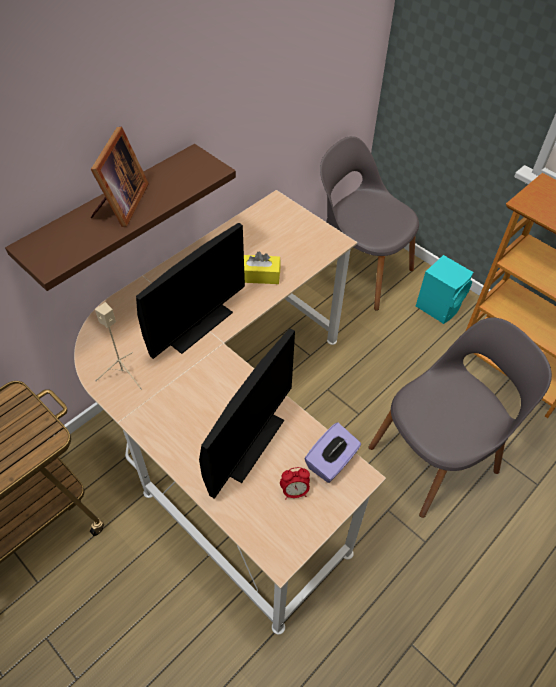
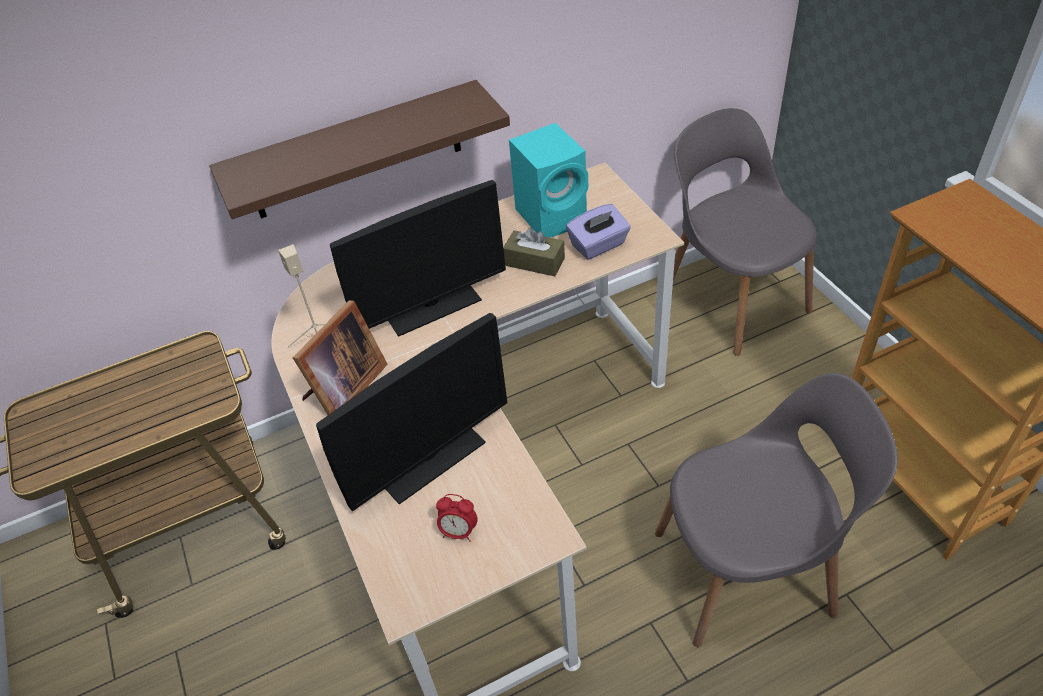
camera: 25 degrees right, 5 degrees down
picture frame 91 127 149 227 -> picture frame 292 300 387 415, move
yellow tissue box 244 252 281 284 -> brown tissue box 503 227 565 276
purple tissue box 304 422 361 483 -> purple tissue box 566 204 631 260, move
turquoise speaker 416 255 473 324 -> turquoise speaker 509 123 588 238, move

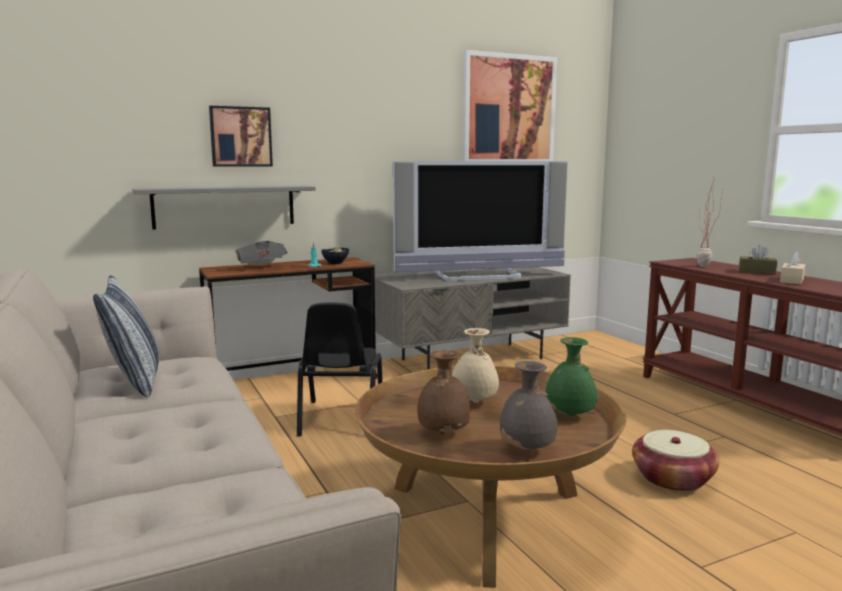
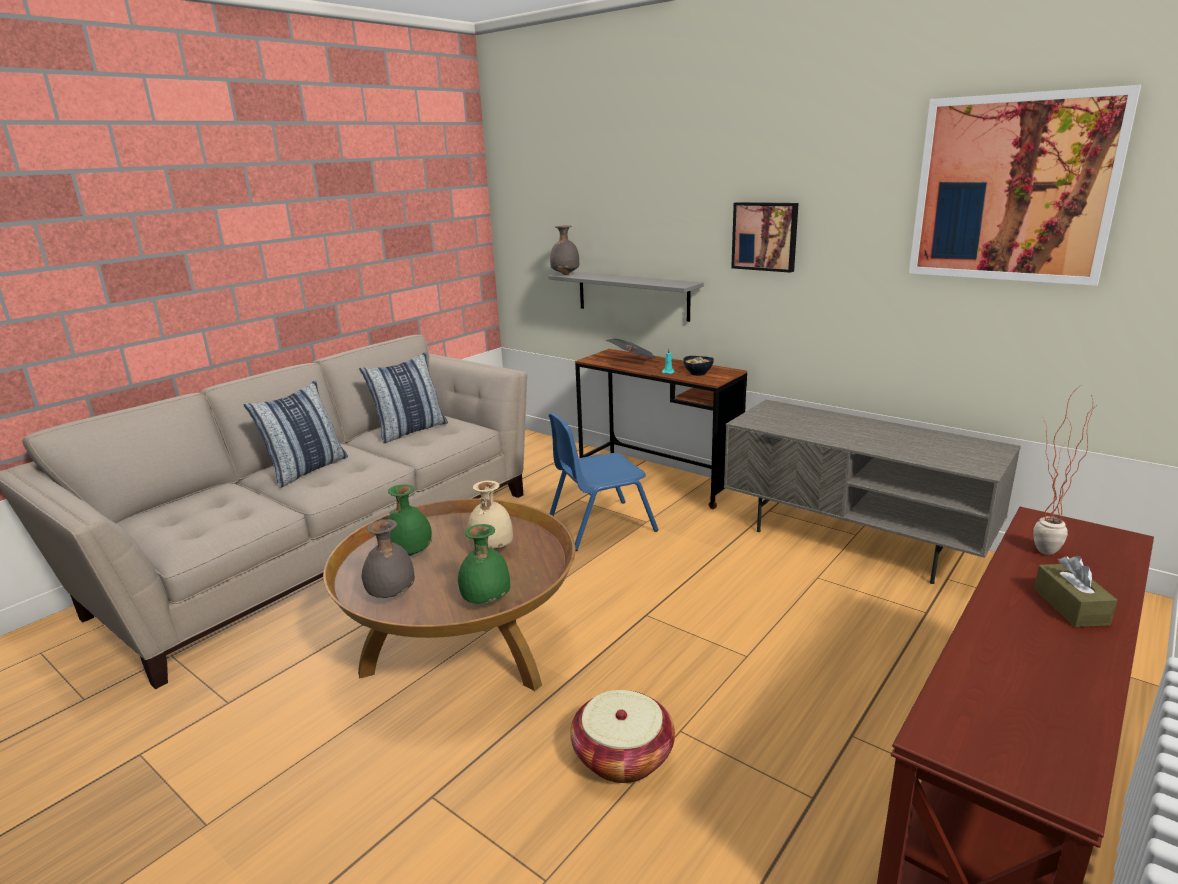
camera: 65 degrees right, 10 degrees up
picture 209 106 273 167 -> picture 731 202 799 273, move
black chair 297 303 383 436 -> blue chair 549 413 658 551
television 393 161 568 281 -> none
brown vase 417 350 470 435 -> green vase 388 484 432 556
beige tissue box 780 252 805 284 -> none
none -> pillow 243 380 348 488
none -> grey vase 550 225 579 275

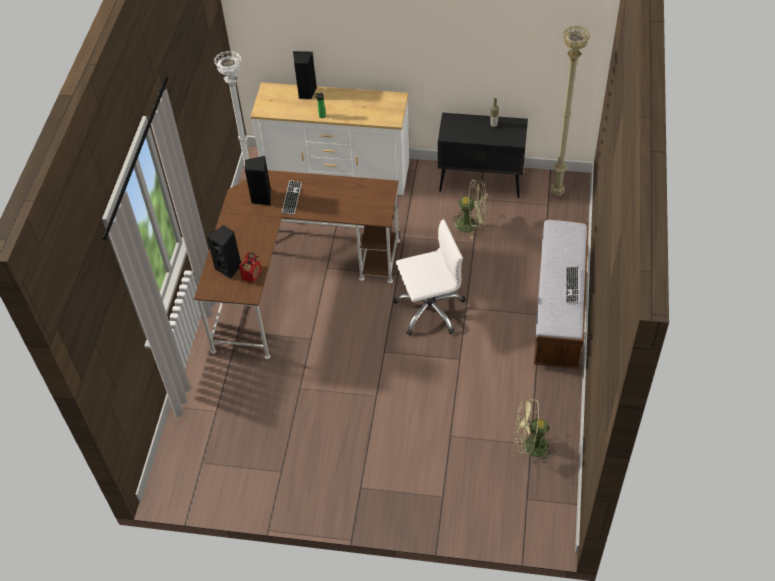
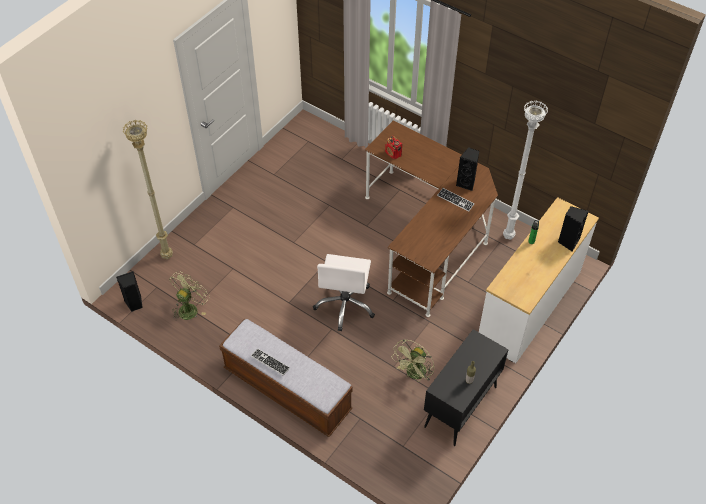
camera: 115 degrees right, 0 degrees up
black speaker 207 225 241 279 -> black speaker 116 271 143 312, move
beige floor lamp 551 25 590 196 -> beige floor lamp 123 120 173 259, move

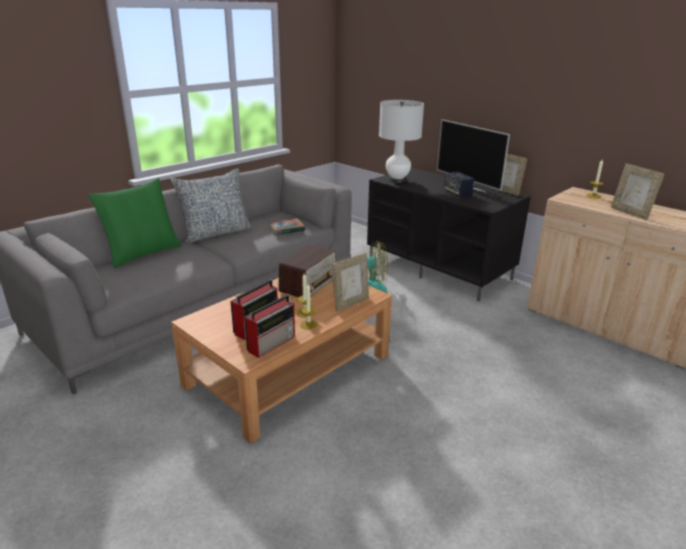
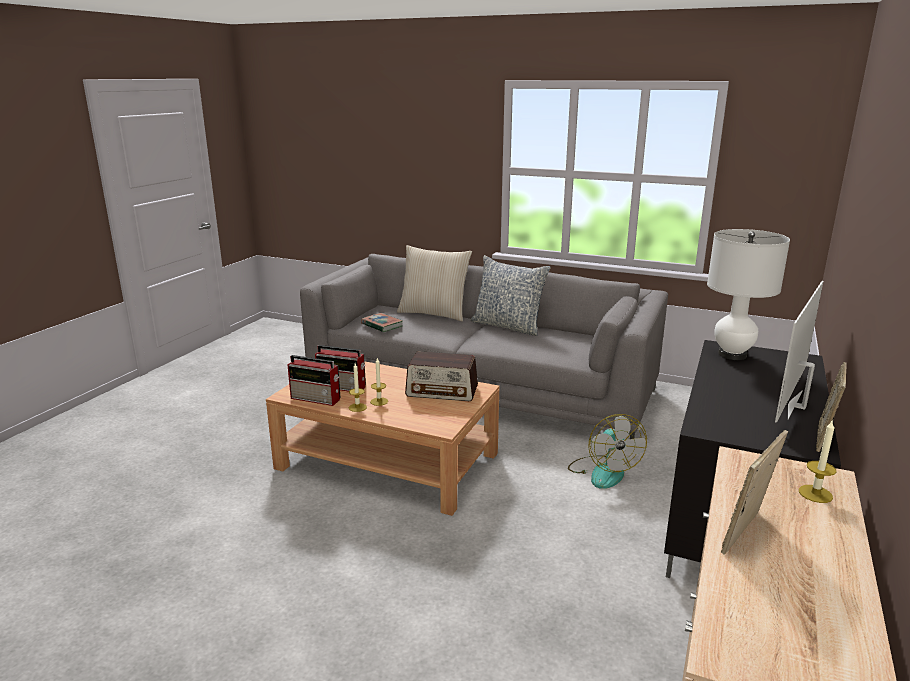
camera: 70 degrees right, 5 degrees down
green pillow 89 178 182 268 -> beige pillow 397 245 472 321
book 268 218 305 235 -> book 361 313 403 332, move
picture frame 332 253 369 312 -> none
speaker 444 172 474 197 -> none

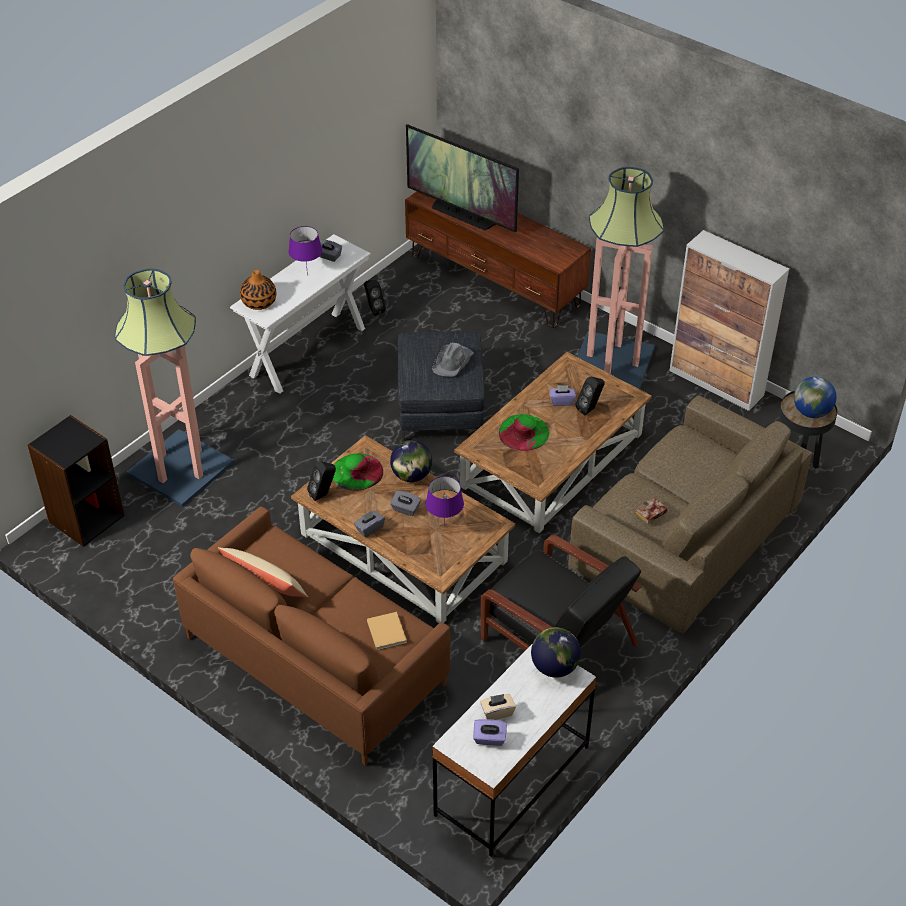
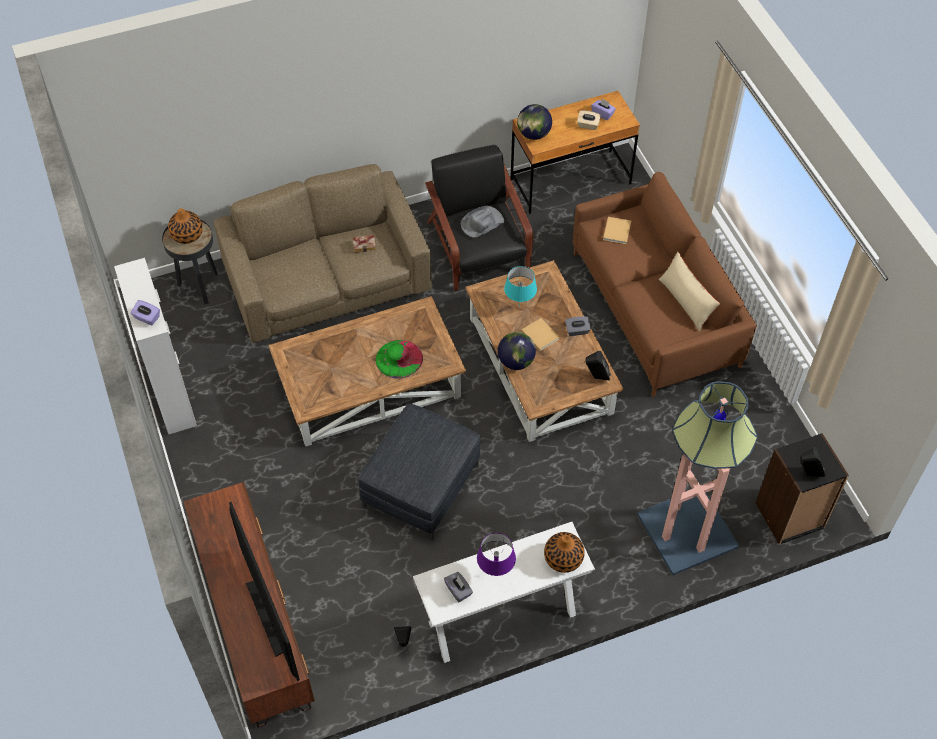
camera: 150 degrees left, 10 degrees up
green hat 333 453 383 491 -> none
grey tissue box 390 491 421 516 -> beige book 522 318 560 351
purple table lamp 426 476 464 518 -> turquoise table lamp 504 266 537 307
grey hat 432 343 474 377 -> grey hat 461 206 504 238, move
white desk 432 643 596 857 -> brown desk 510 91 640 214
purple tissue box 549 385 576 406 -> purple tissue box 130 300 160 325, move
black speaker 575 376 605 416 -> black speaker 800 447 825 477, move
floor lamp 577 167 664 389 -> none
globe 794 376 837 418 -> vase 168 208 203 244

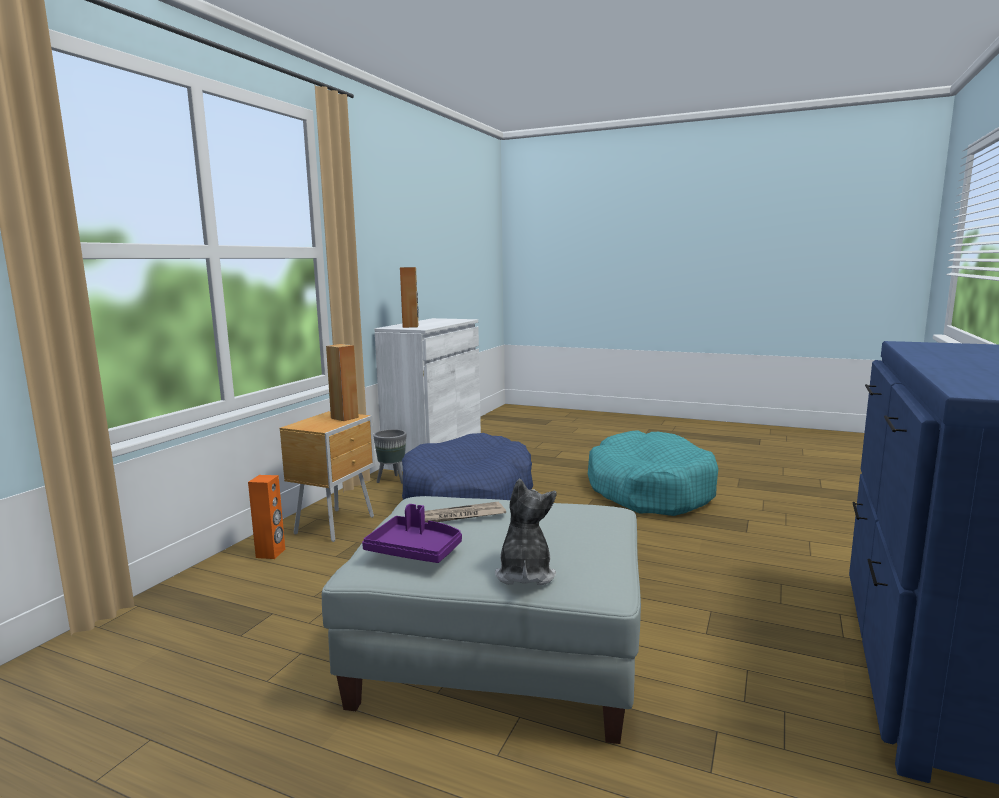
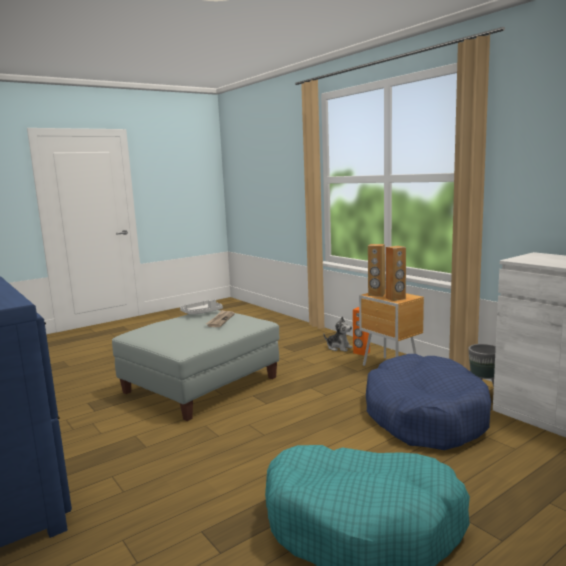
camera: 120 degrees right, 0 degrees up
purple tray 362 504 462 563 -> grey tray 180 299 223 315
brown speaker 400 267 419 328 -> brown speaker 368 244 385 297, move
plush toy 495 479 557 585 -> plush toy 324 317 352 352, move

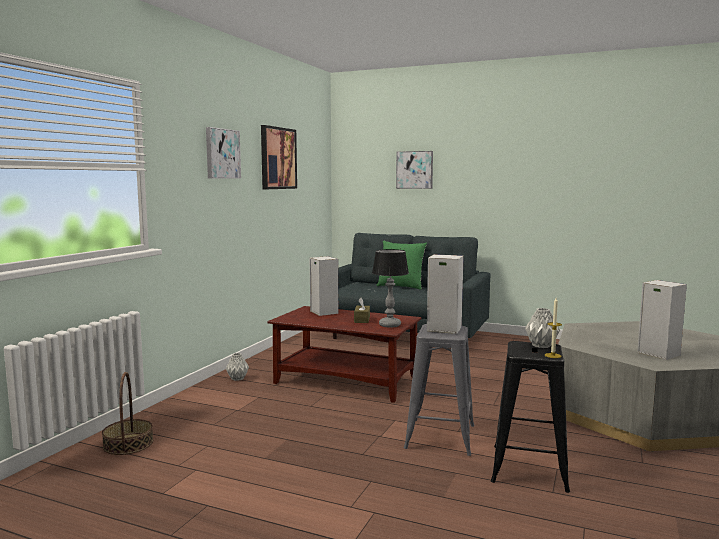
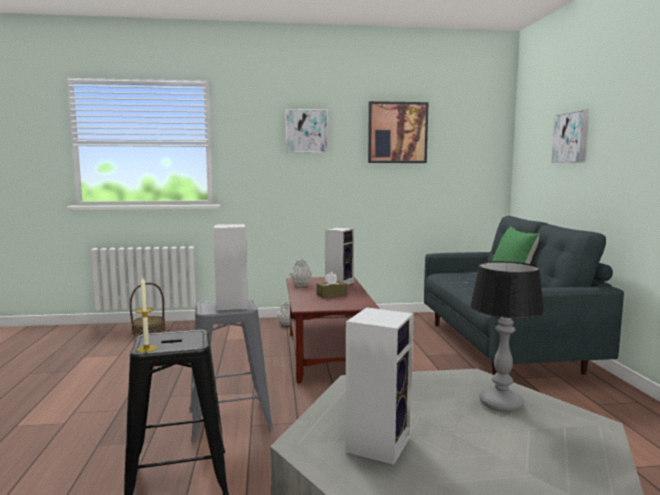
camera: 60 degrees right, 0 degrees up
table lamp 372 249 409 328 -> table lamp 470 261 544 412, move
grey vase 525 308 560 348 -> grey vase 290 260 312 286, move

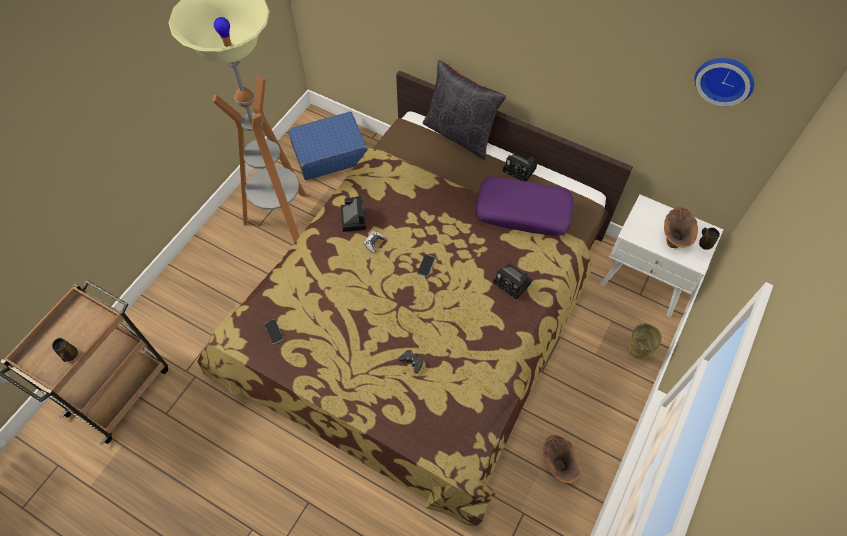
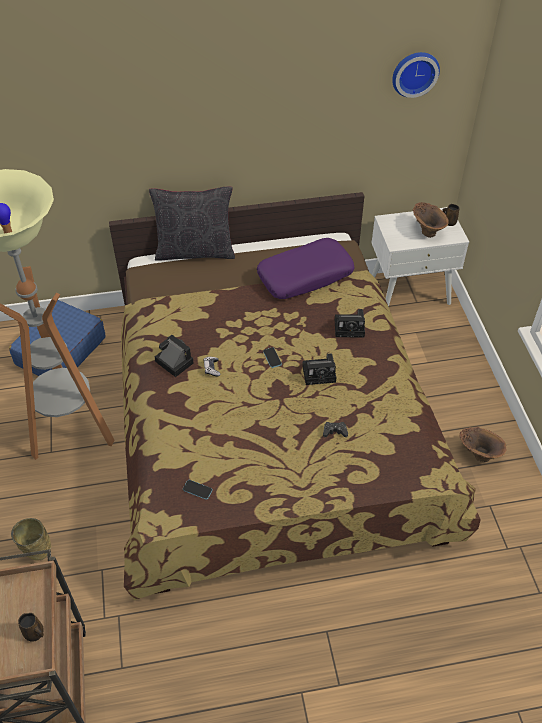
camera: 40 degrees left, 10 degrees down
photo camera 503 153 537 182 -> photo camera 302 353 336 385, move
beige vase 629 323 662 359 -> beige vase 11 518 51 560, move

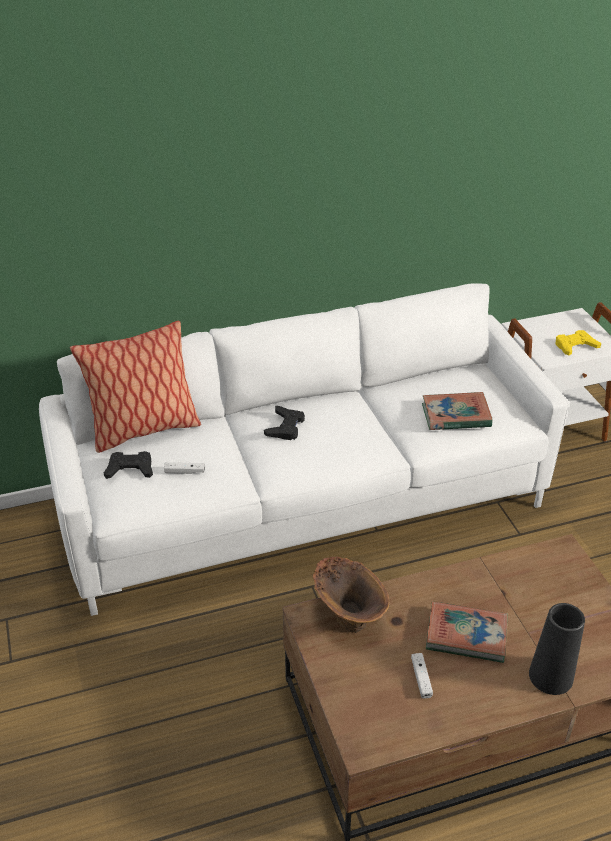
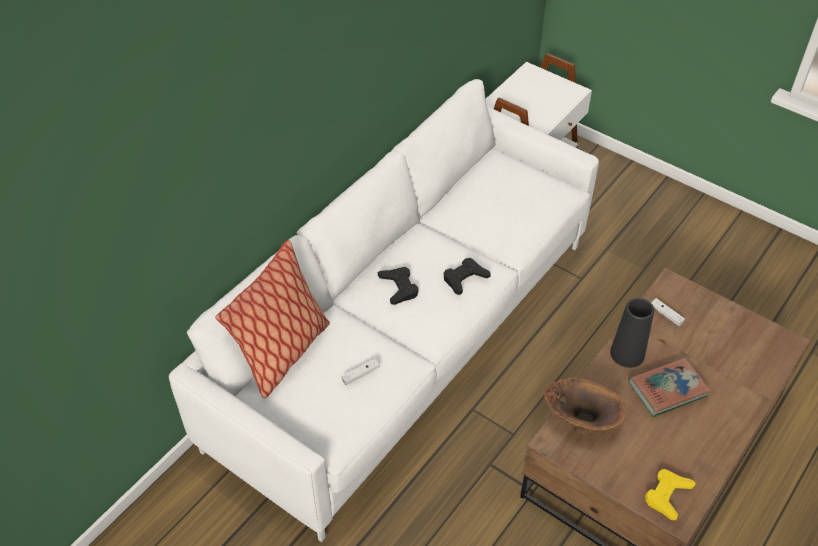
camera: 35 degrees left, 10 degrees up
black game controller 104 451 153 479 -> black game controller 444 258 491 295, move
white game controller 411 653 433 699 -> white game controller 651 298 685 326, move
book 422 392 492 430 -> none
black vase 529 603 585 695 -> black vase 610 298 654 368, move
yellow game controller 556 330 601 355 -> yellow game controller 645 469 696 520, move

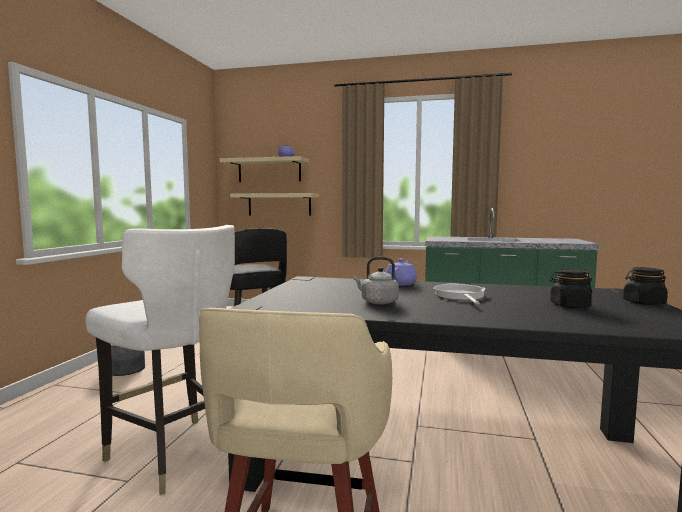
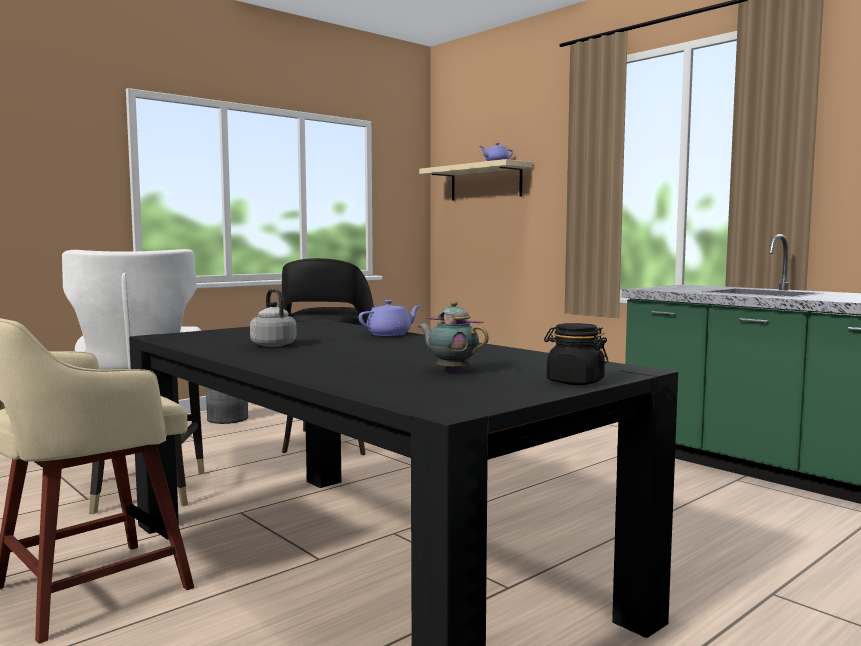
camera: 35 degrees right, 0 degrees up
beige shelf 230 193 319 216 -> none
frying pan 433 284 486 304 -> none
black jar 550 269 592 308 -> teapot 418 301 489 372

